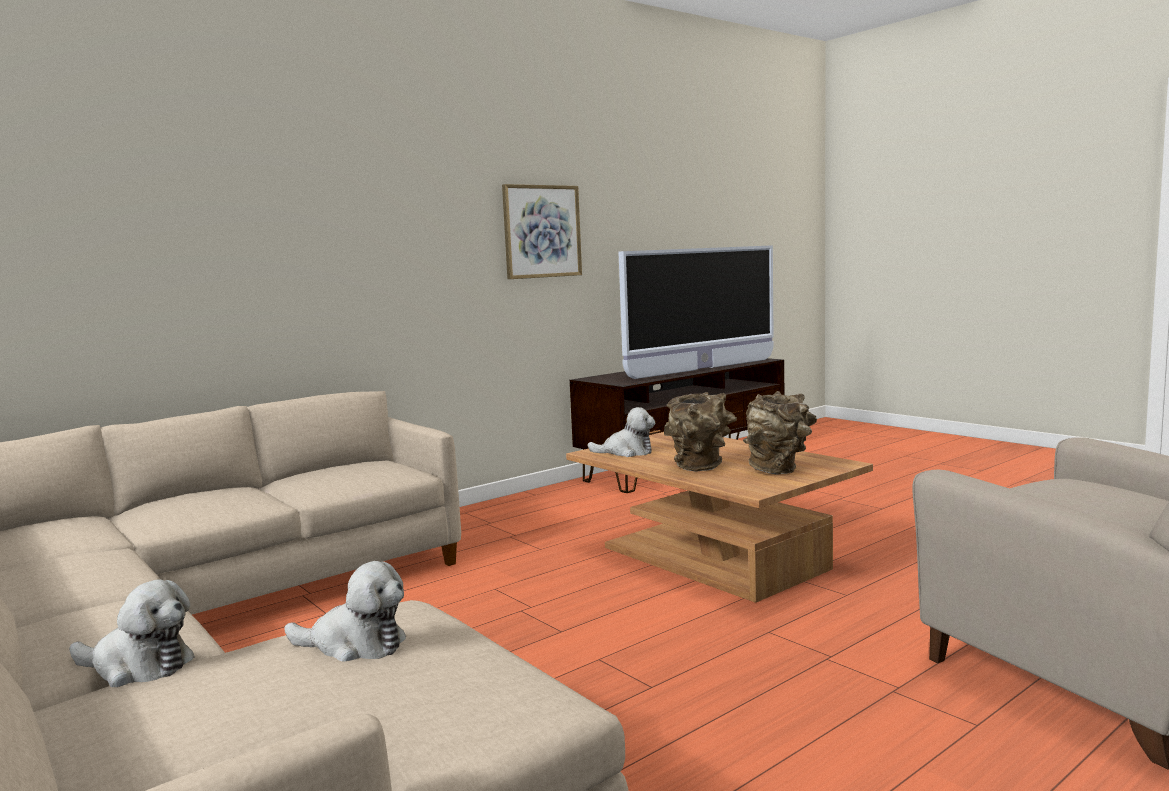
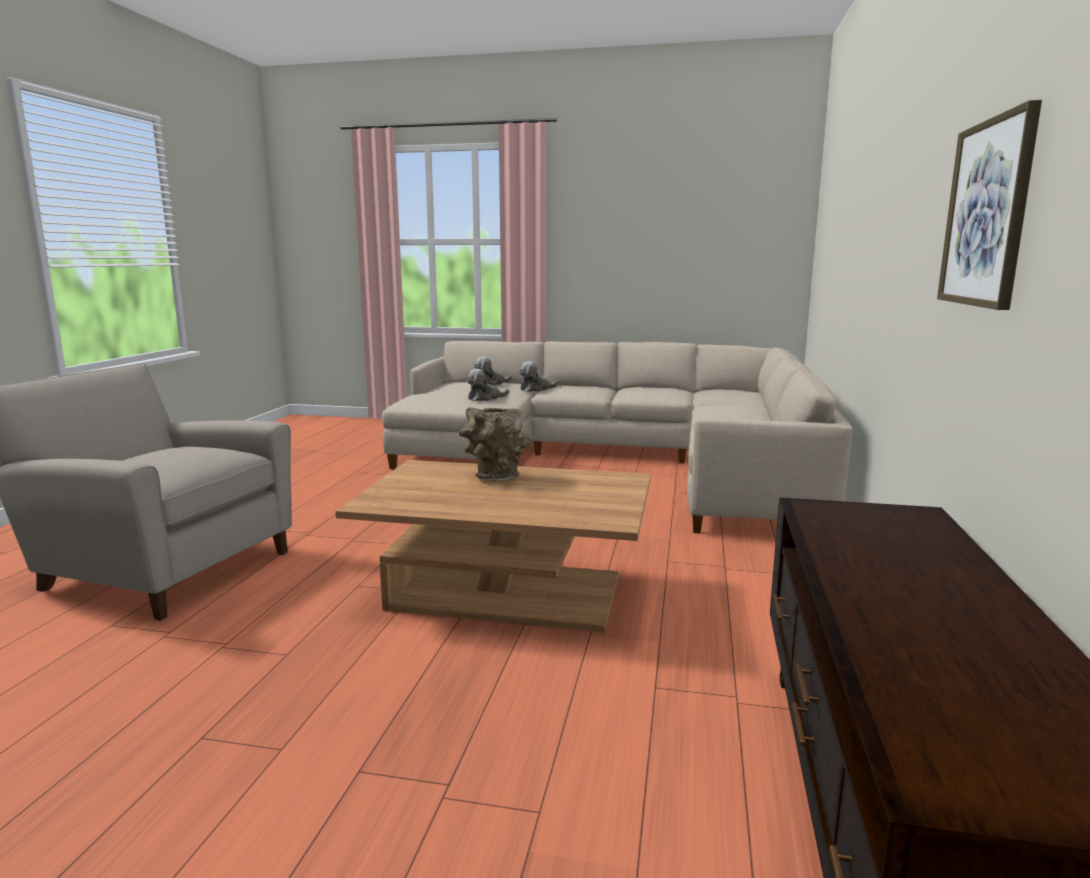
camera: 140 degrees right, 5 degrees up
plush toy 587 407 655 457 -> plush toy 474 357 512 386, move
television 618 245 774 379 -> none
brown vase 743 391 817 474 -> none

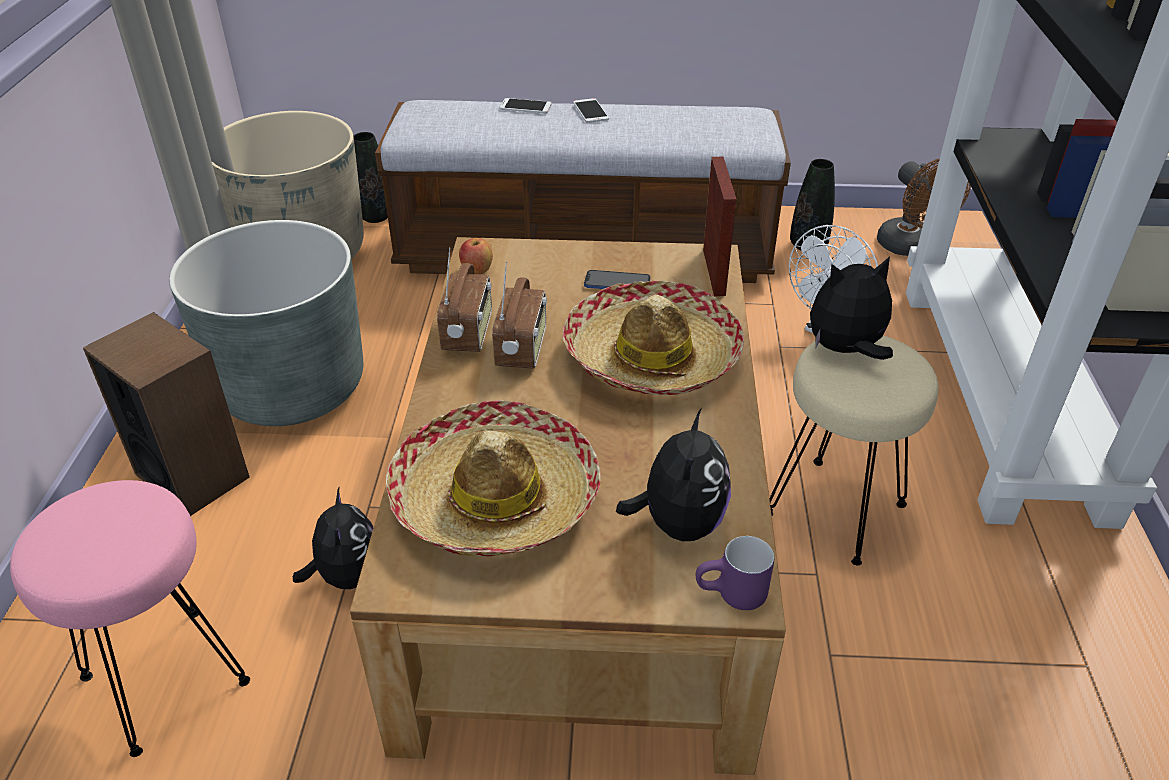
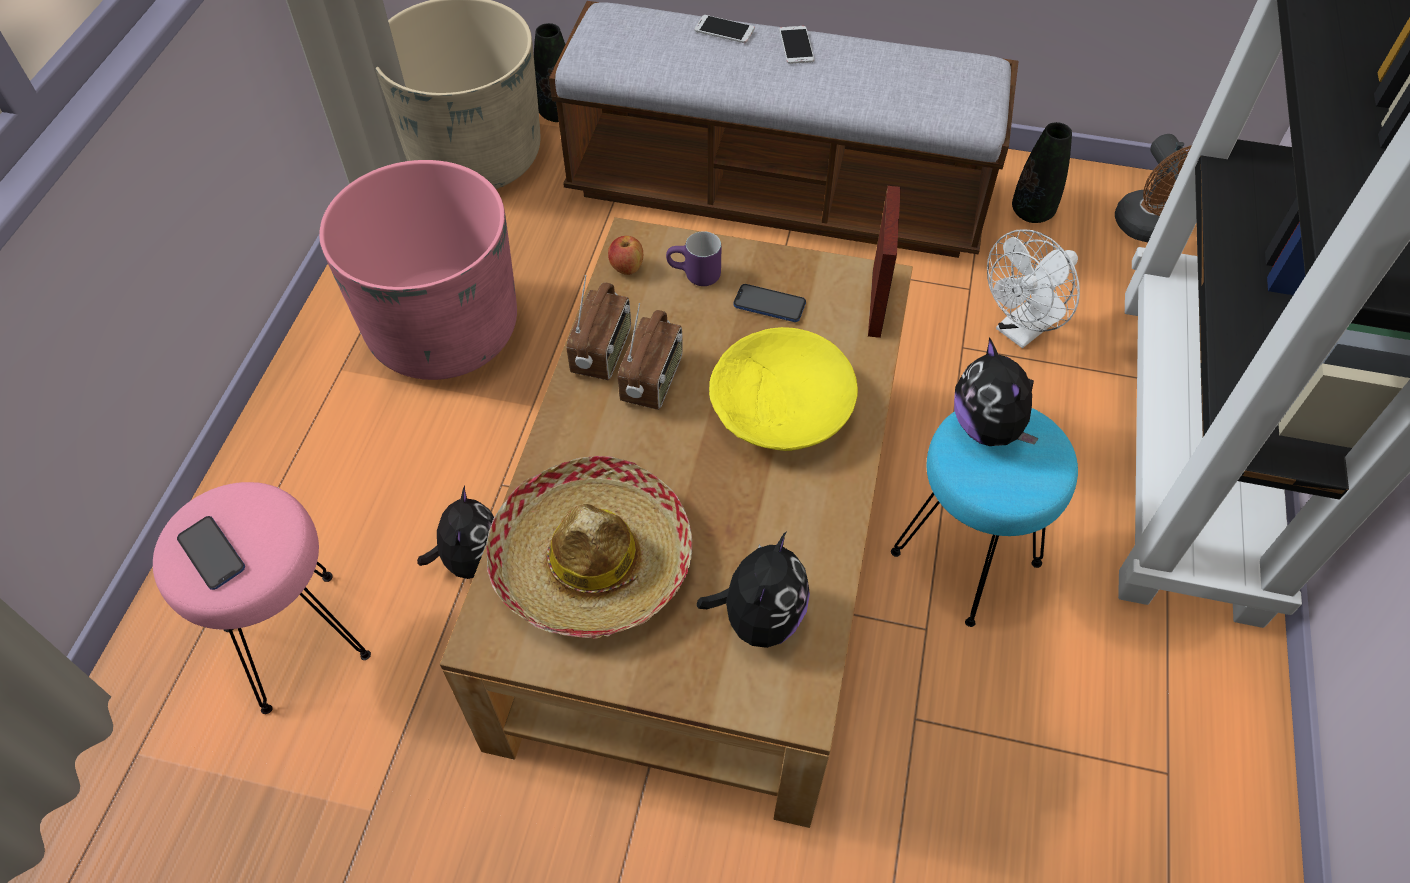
camera: 10 degrees right, 15 degrees up
speaker 83 312 250 516 -> none
grey planter 169 220 363 426 -> pink planter 319 160 517 380
hat 563 280 744 395 -> yellow bowl 709 327 858 451
purple mug 696 536 774 610 -> purple mug 666 231 721 286, move
beige stool 769 336 938 565 -> turquoise stool 891 408 1078 627
plush toy 810 256 893 360 -> plush toy 954 337 1039 446, 105 degrees counterclockwise
none -> phone 177 516 245 590

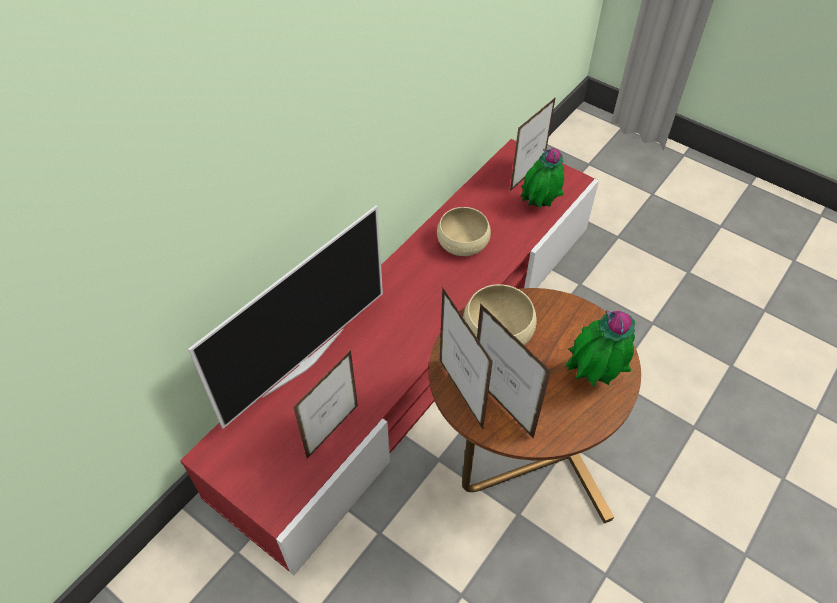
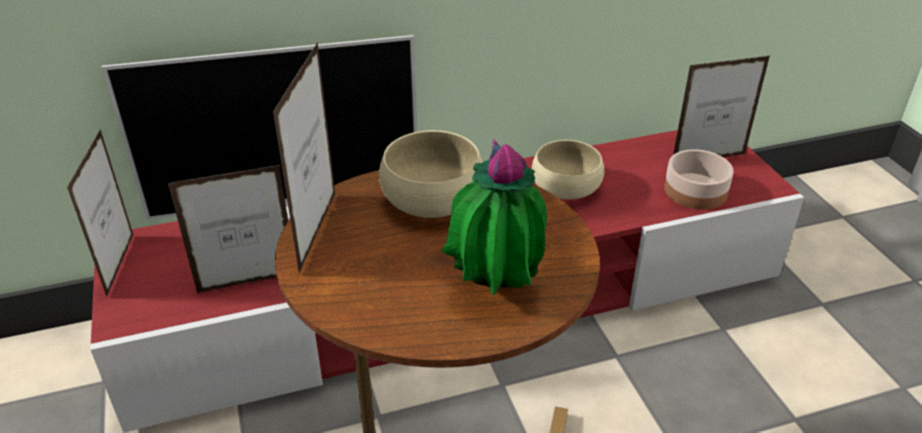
camera: 35 degrees right, 15 degrees down
picture frame 477 303 551 439 -> picture frame 67 129 134 297, move
potted plant 521 148 564 208 -> bowl 664 149 734 210

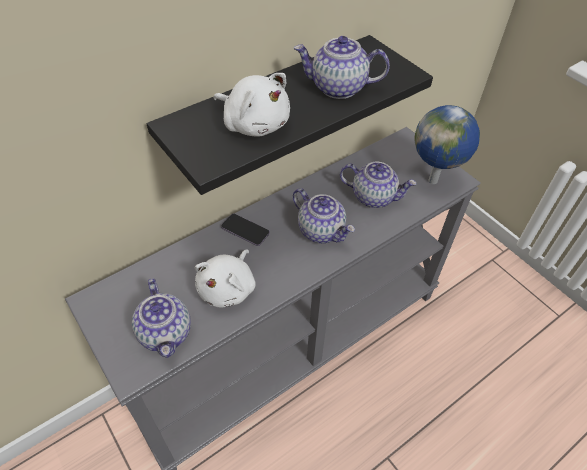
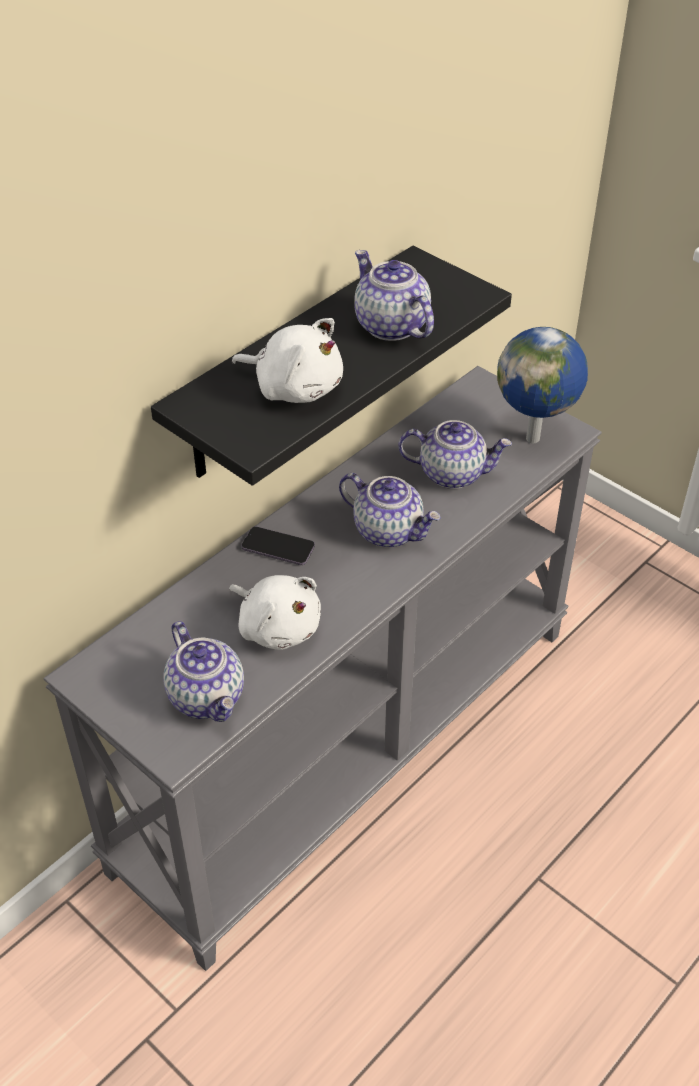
camera: 10 degrees left, 5 degrees down
white plush toy 195 249 255 308 -> white plush toy 229 575 321 650, 60 degrees counterclockwise
teapot 294 36 390 99 -> teapot 354 250 434 341, 60 degrees clockwise

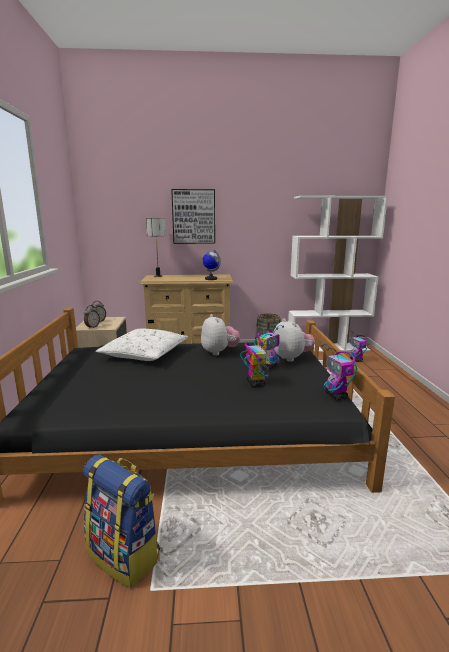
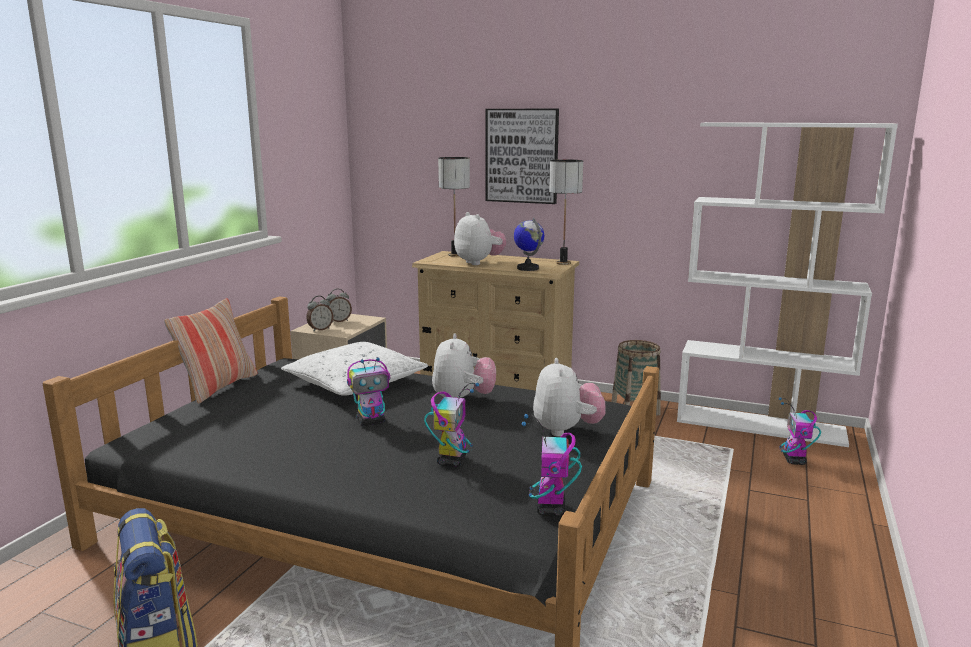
camera: 25 degrees right, 0 degrees up
toy robot 254 325 284 370 -> toy robot 347 358 390 426, move
none -> pillow 164 298 258 404
none -> plush toy 454 212 506 265
none -> table lamp 549 159 583 265

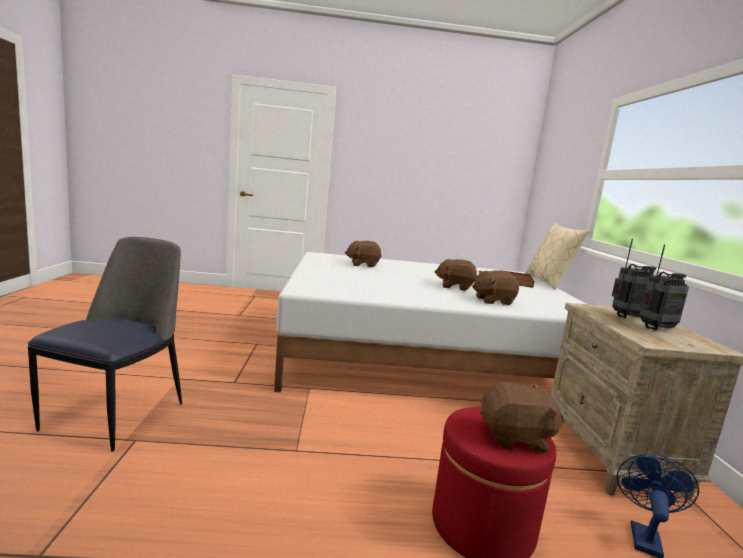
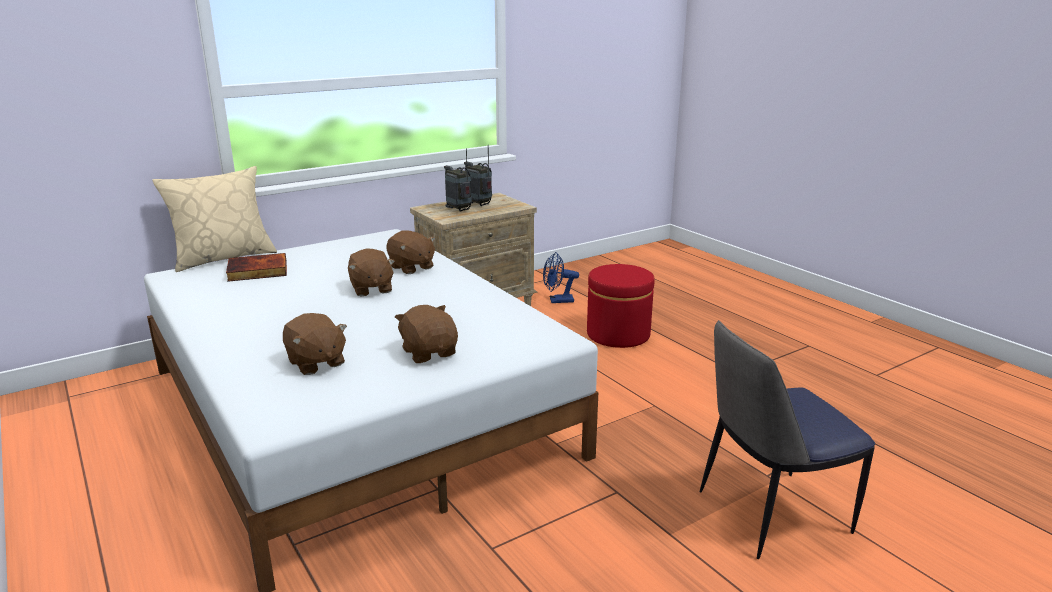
camera: 120 degrees left, 10 degrees up
brown plush toy 480 382 564 453 -> brown plush toy 395 305 458 363, move

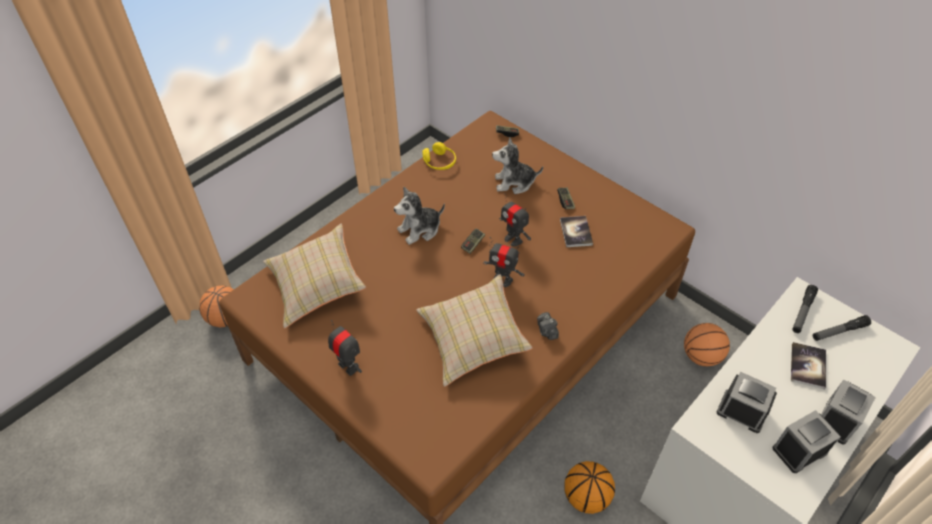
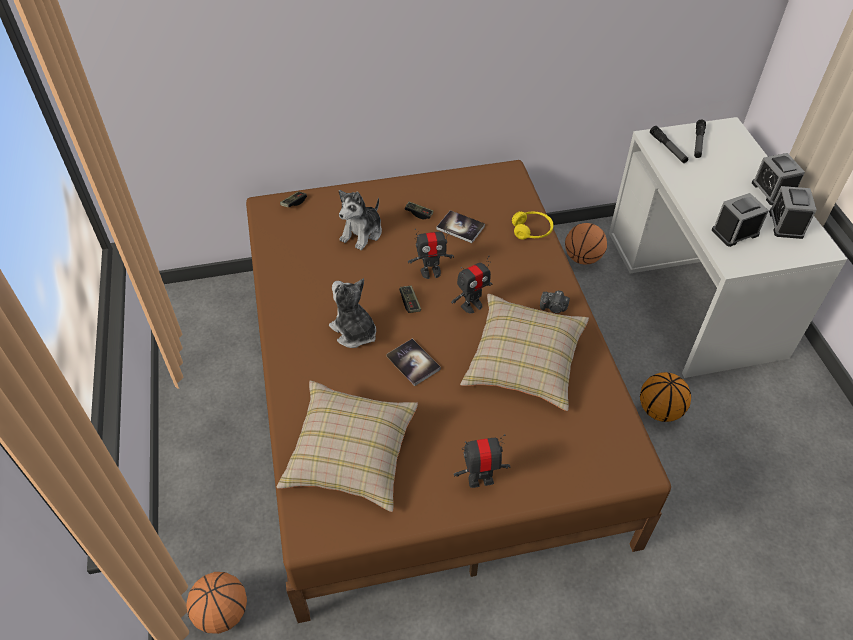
camera: 55 degrees left, 0 degrees up
plush toy 394 187 445 245 -> plush toy 329 278 376 348, 135 degrees clockwise
yellow headphones 422 142 456 170 -> yellow headphones 512 211 554 240, move
book 791 342 826 389 -> book 386 339 441 386, move

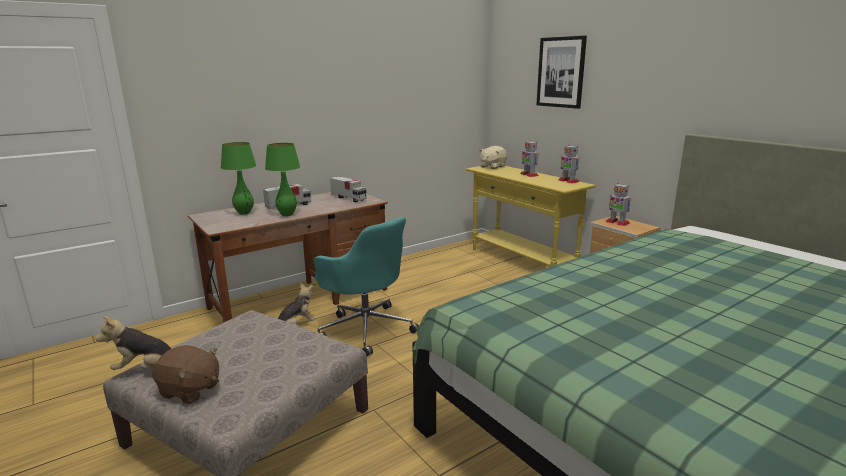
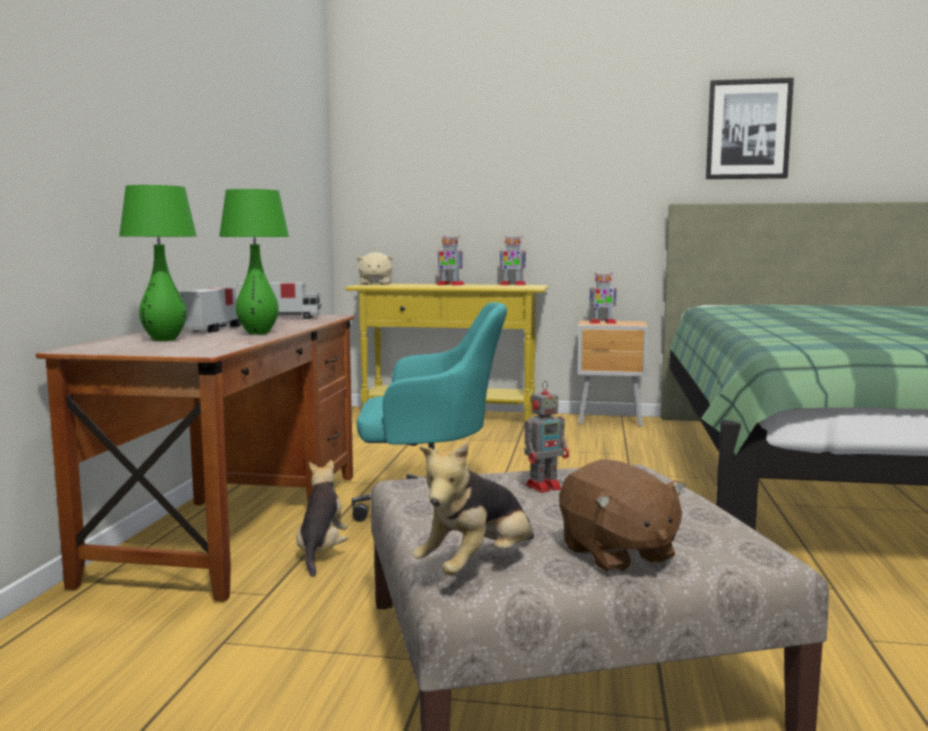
camera: 45 degrees left, 10 degrees down
brown plush toy 152 345 219 404 -> brown plush toy 559 459 686 573, 90 degrees clockwise
picture 536 36 587 109 -> picture 706 78 794 179, move
none -> toy robot 524 381 569 493

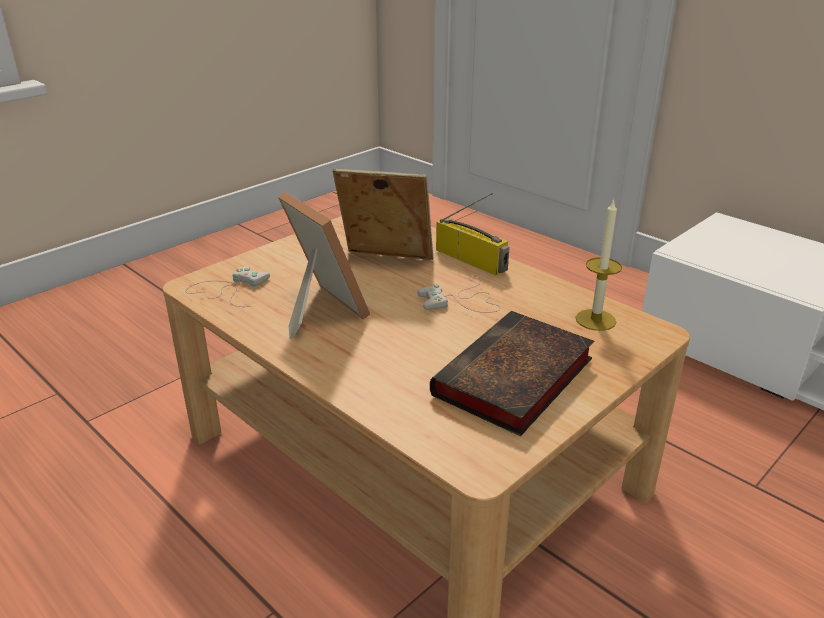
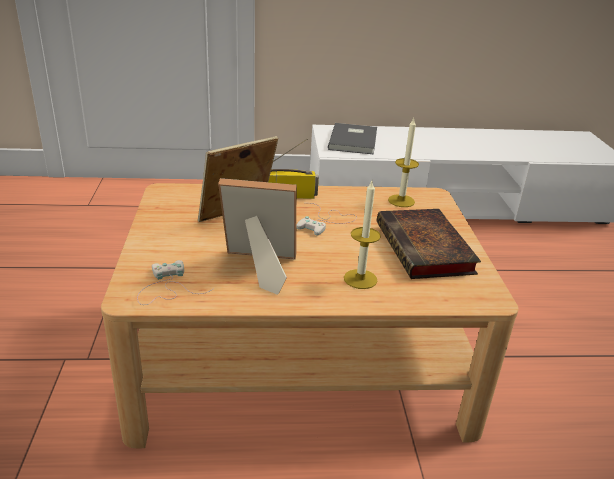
camera: 50 degrees left, 0 degrees up
none -> grey book 328 123 377 155
none -> candle 344 181 381 289

